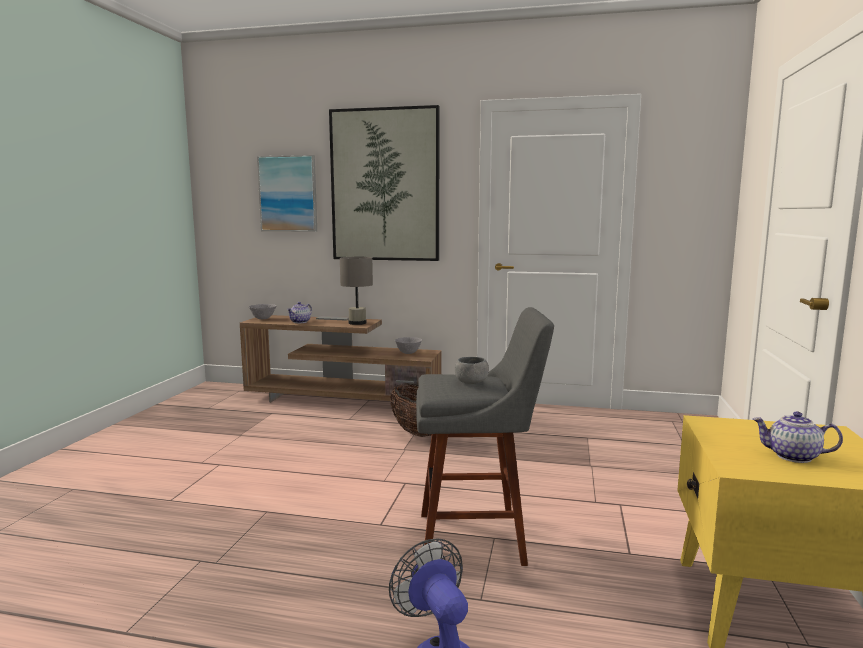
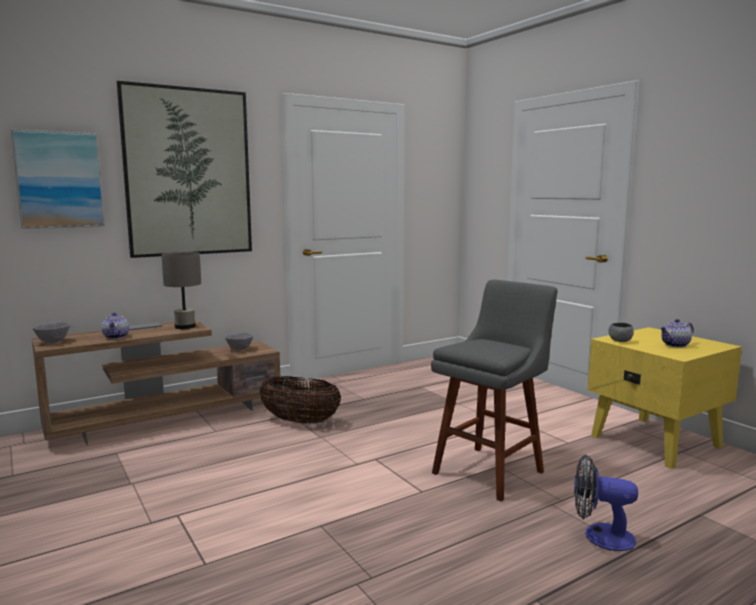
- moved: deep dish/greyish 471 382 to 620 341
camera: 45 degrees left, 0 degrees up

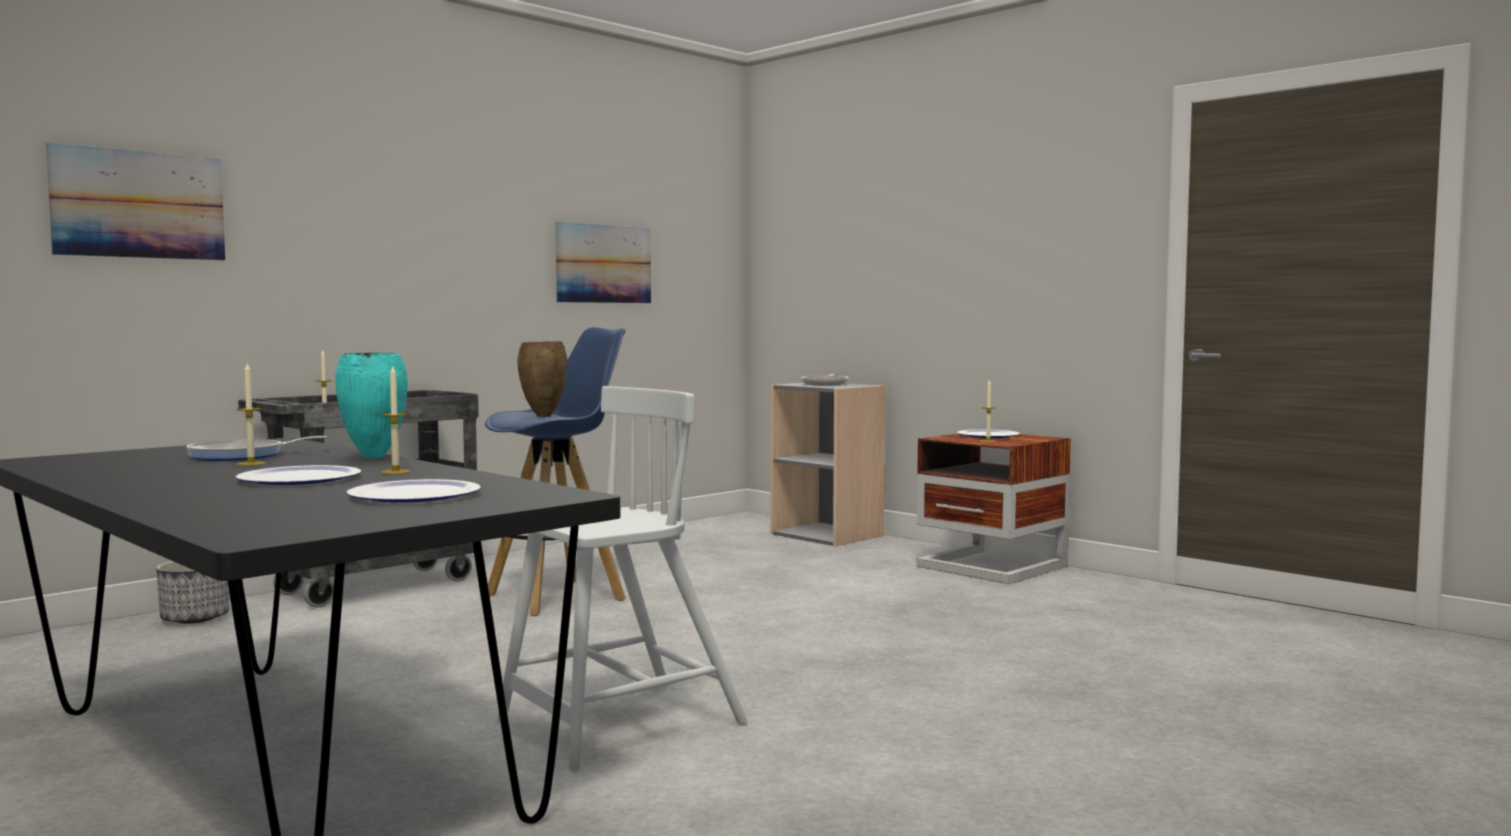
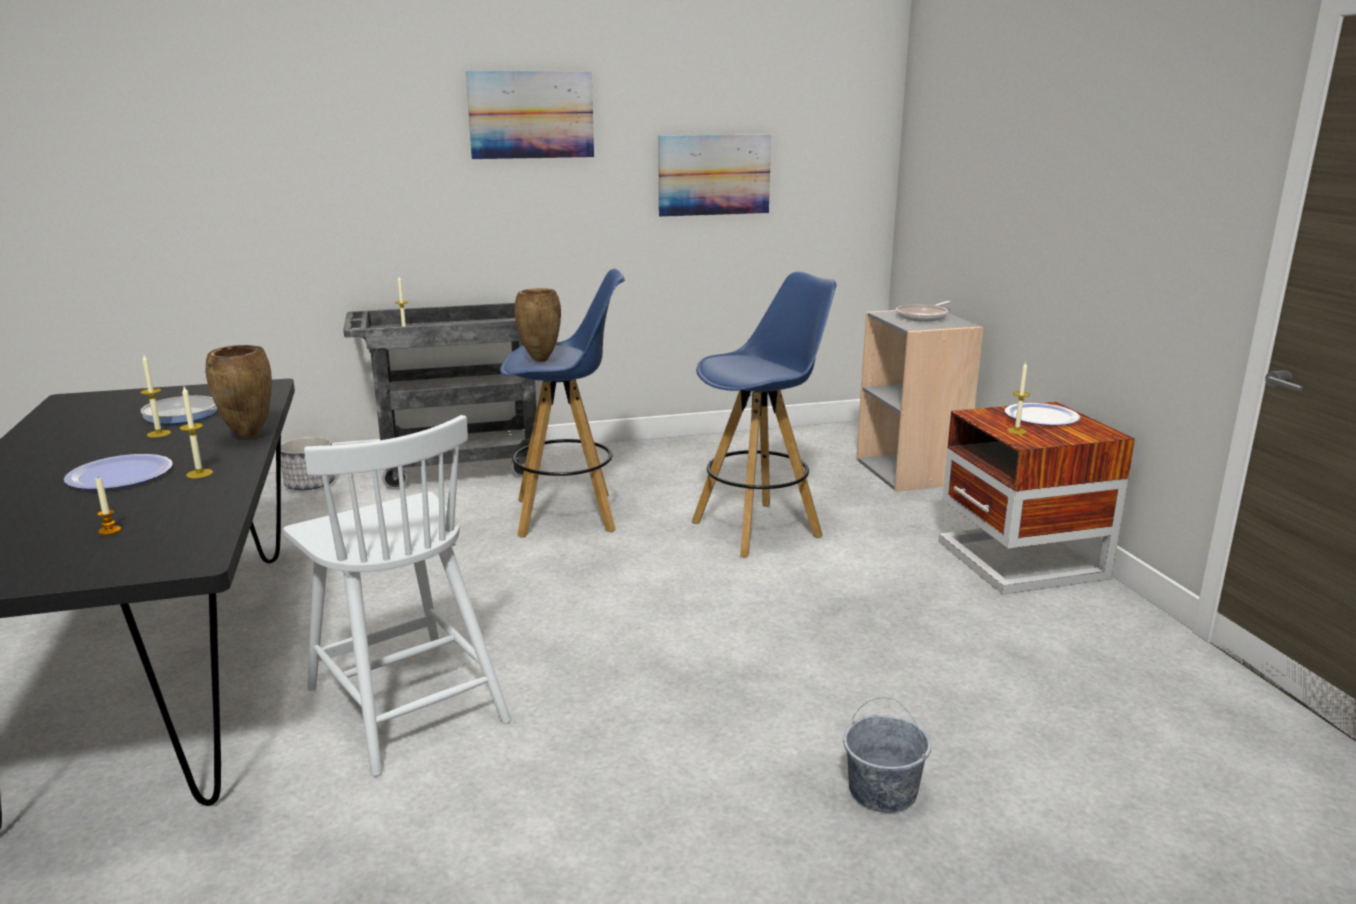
- replaced: flat dish 415 495 to wax light 109 531
- recoloured: decorative vase/turquoise 375 458 to decorative vase/brown 248 437
- turned: plain chair/whitish 618 724 = 405 702 60 degrees clockwise
- moved: picture 139 204 to 531 115
- added: sitting stool/blue-coloured 759 529
- added: pail/greyish 882 790
camera: 30 degrees right, 15 degrees up

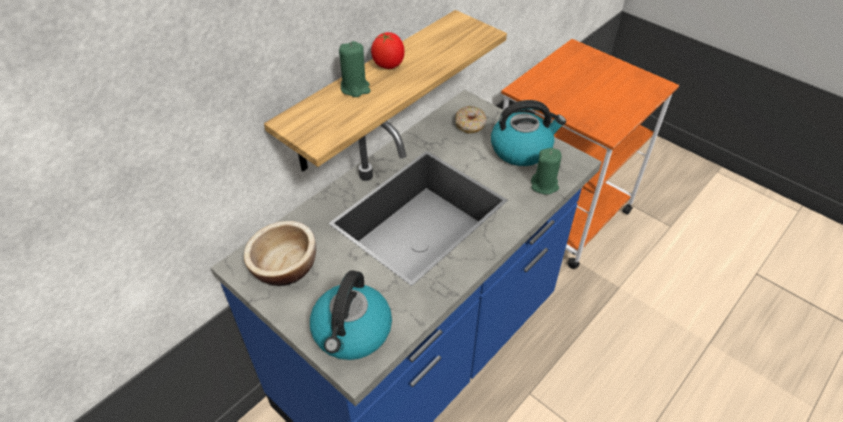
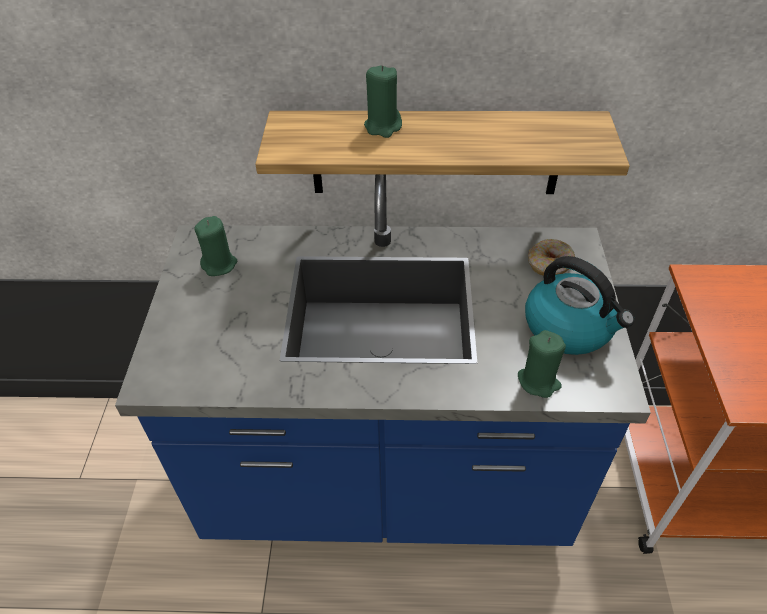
- replaced: deep dish 285 267 to wax light/greenish 219 264
- removed: water kettle 352 332
- removed: tomato 388 64
camera: 50 degrees right, 0 degrees up

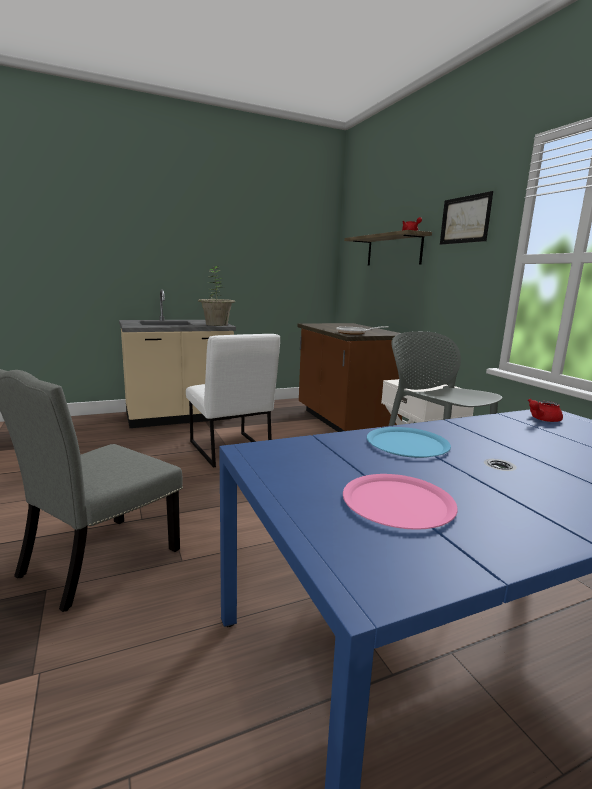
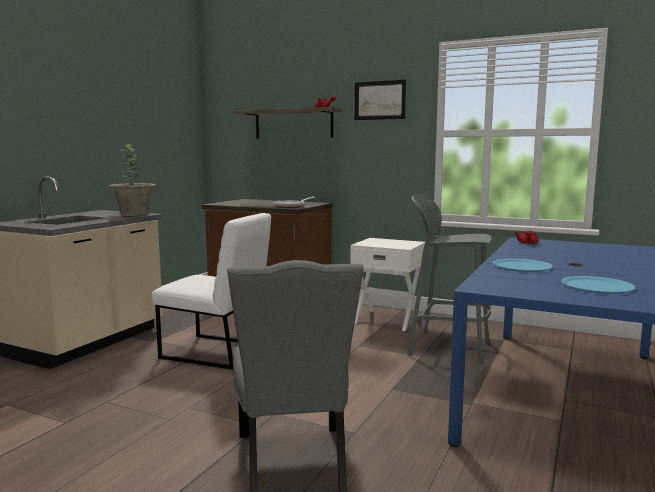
- recoloured: flat dish/pink 398 502 to flat dish/blue-coloured 596 286
camera: 40 degrees left, 5 degrees down

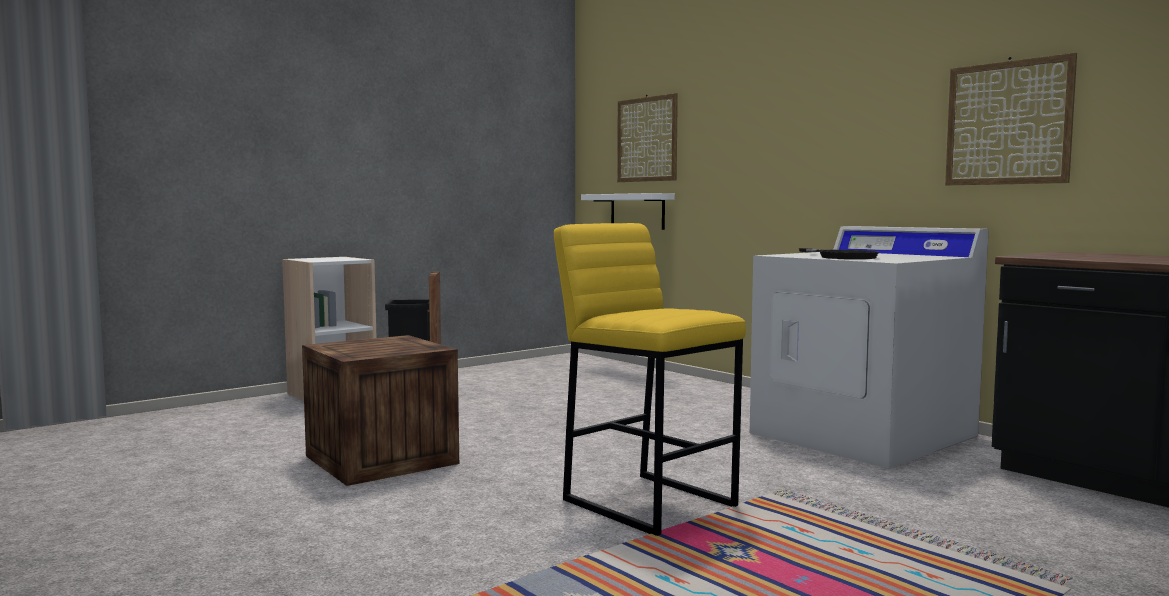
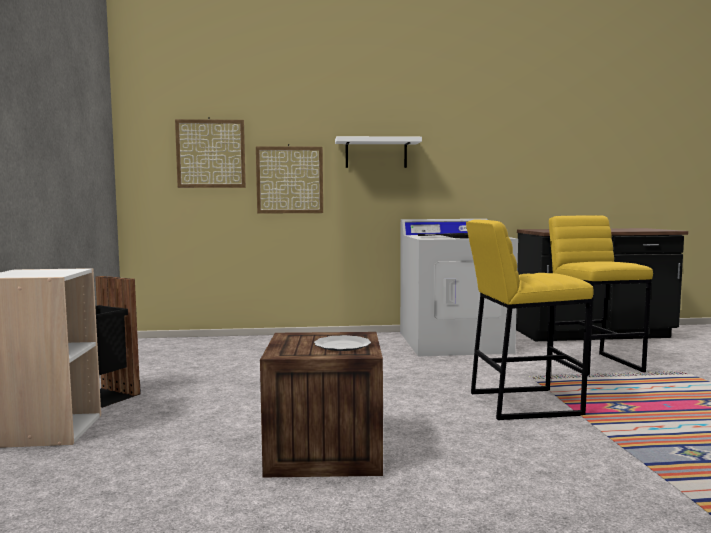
- moved: picture 1008 121 to 289 179
- added: flat dish 342 346
- moved: bracket shelf/whitish 637 211 to 376 153
- added: sitting stool/yellowish 593 363
camera: 55 degrees left, 0 degrees up

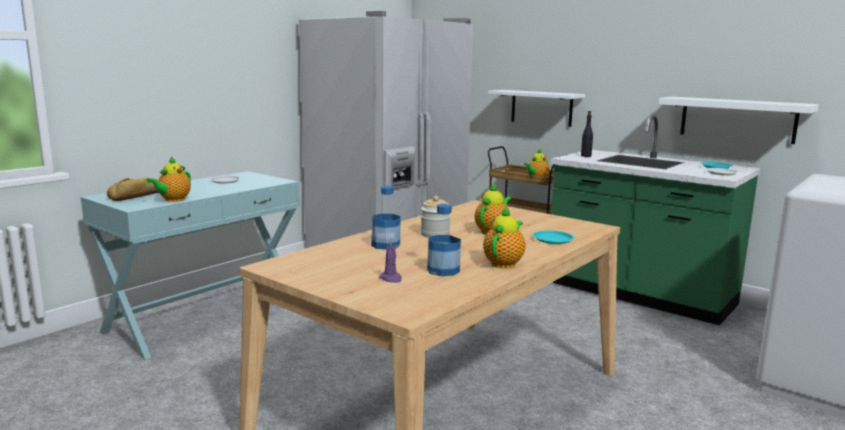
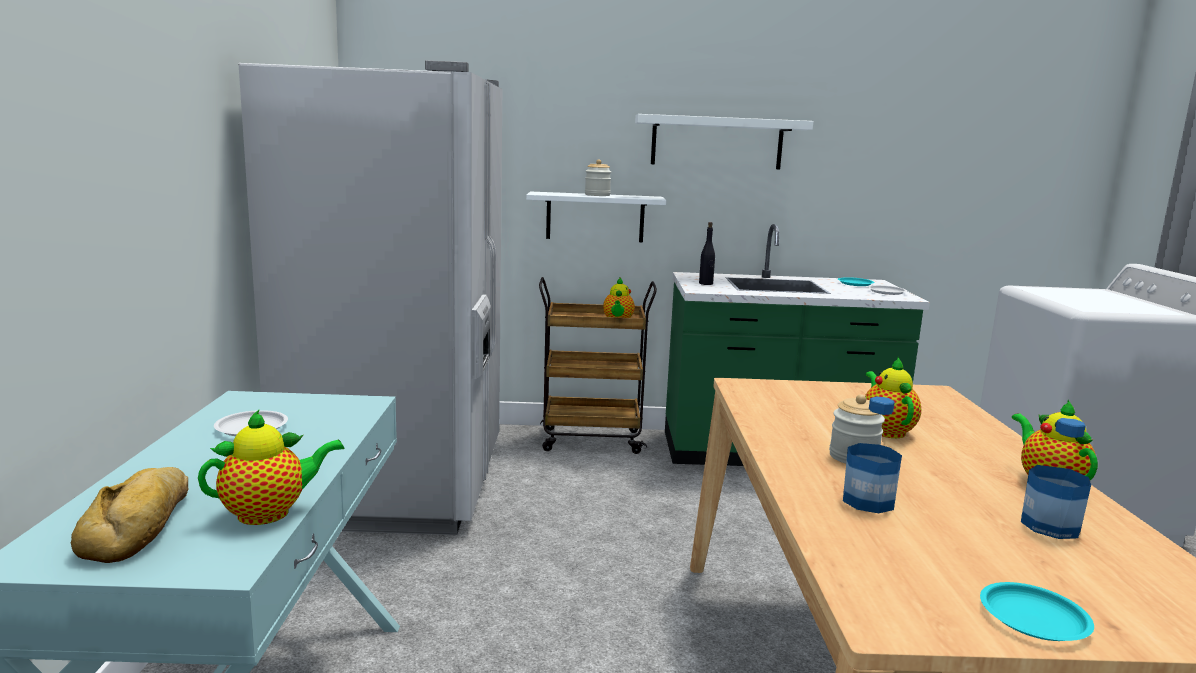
- turned: pot for tea 173 200 = 270 513 105 degrees counterclockwise
- added: preserve jar 597 195
- moved: bracket shelf/whitish 737 119 to 717 142
- moved: flat dish/turquoise 553 240 to 1034 618
- removed: wax light/purple-coloured 391 279
camera: 40 degrees left, 0 degrees up

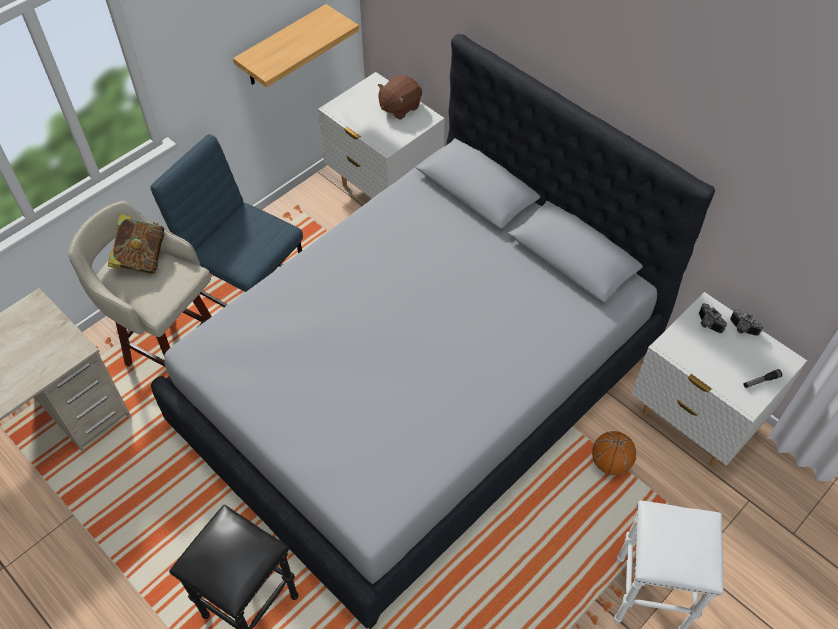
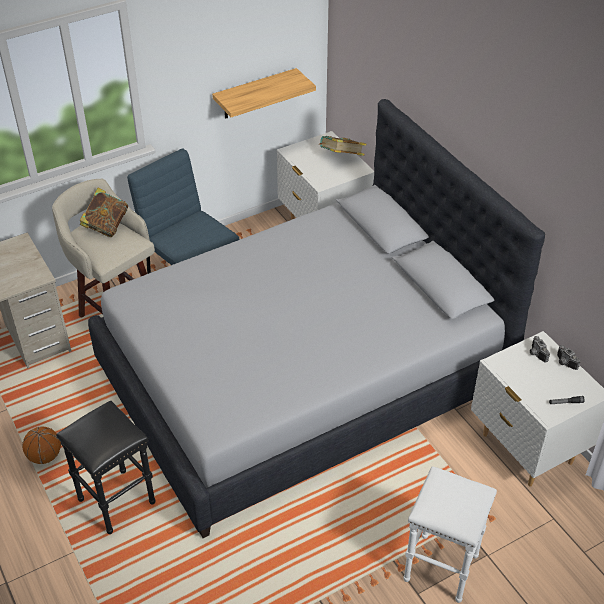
- moved: basketball ball 610 463 to 45 456
- replaced: soft toy/brown 399 107 to bound book 341 158
camera: 15 degrees right, 10 degrees down

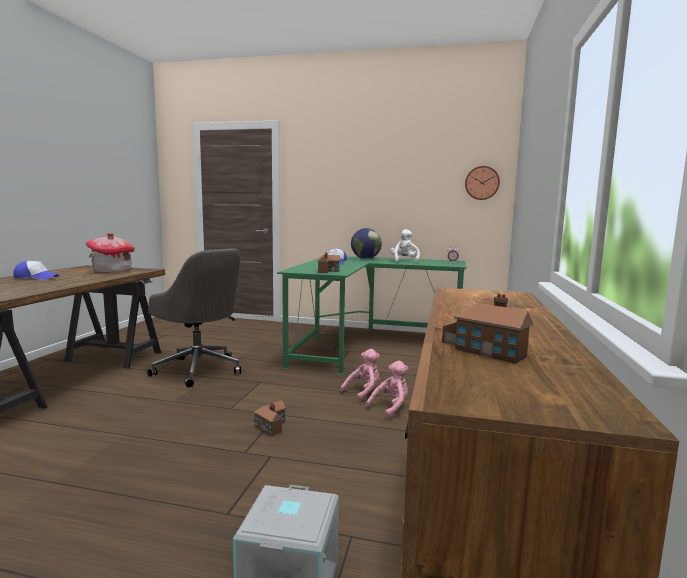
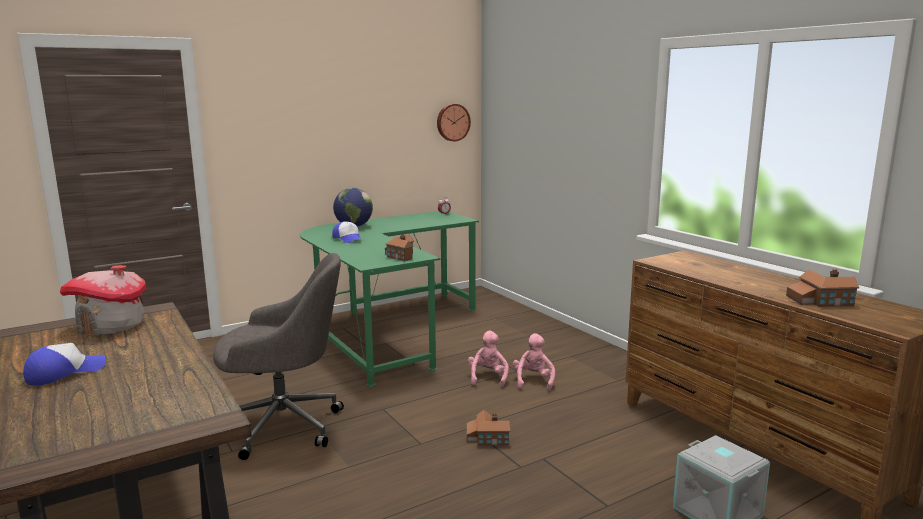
- removed: soft toy/whitish 404 261
camera: 45 degrees left, 5 degrees up

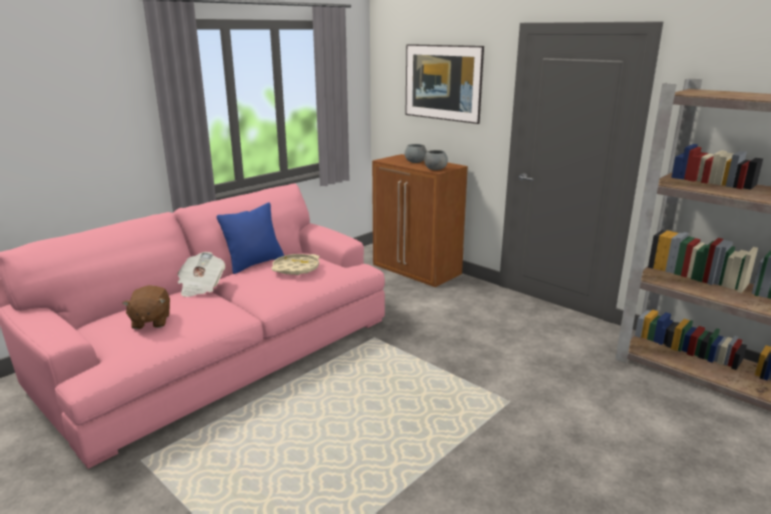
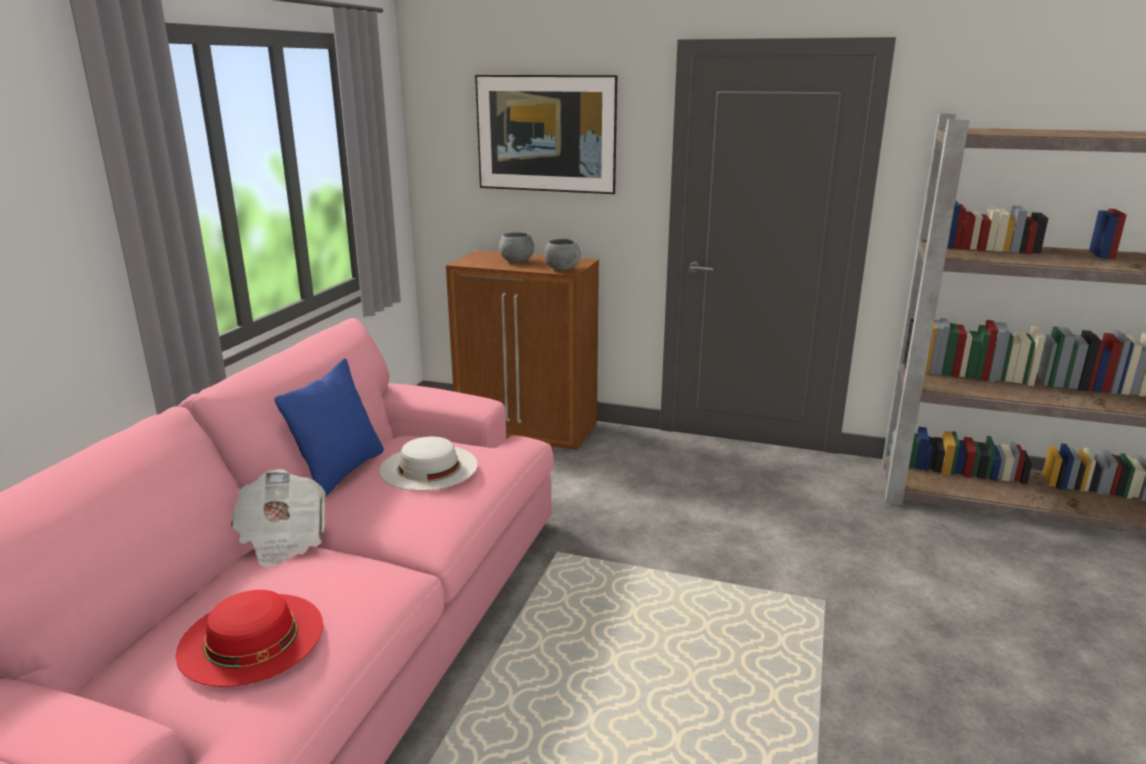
- replaced: soft toy/brown 151 321 to hat/red-coloured 251 637
- replaced: serving tray/beige-coloured 296 268 to hat/whitish 429 467
camera: 25 degrees left, 0 degrees up

